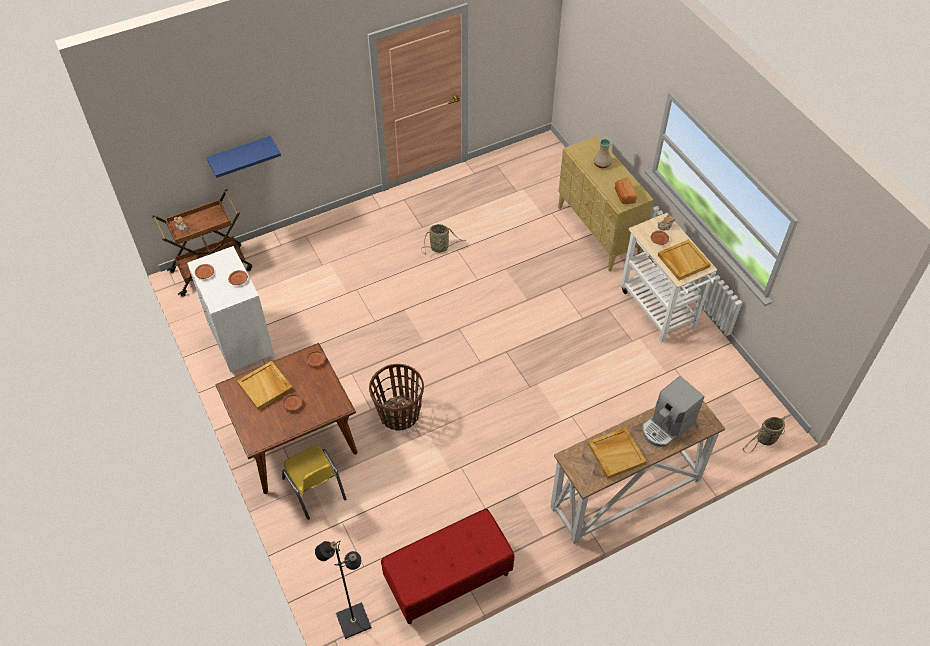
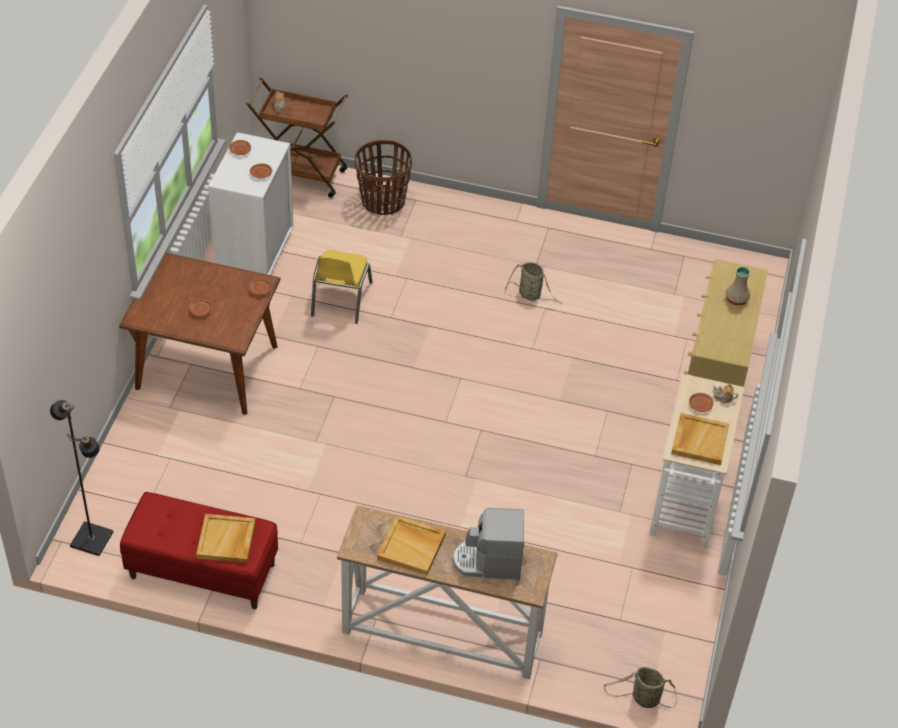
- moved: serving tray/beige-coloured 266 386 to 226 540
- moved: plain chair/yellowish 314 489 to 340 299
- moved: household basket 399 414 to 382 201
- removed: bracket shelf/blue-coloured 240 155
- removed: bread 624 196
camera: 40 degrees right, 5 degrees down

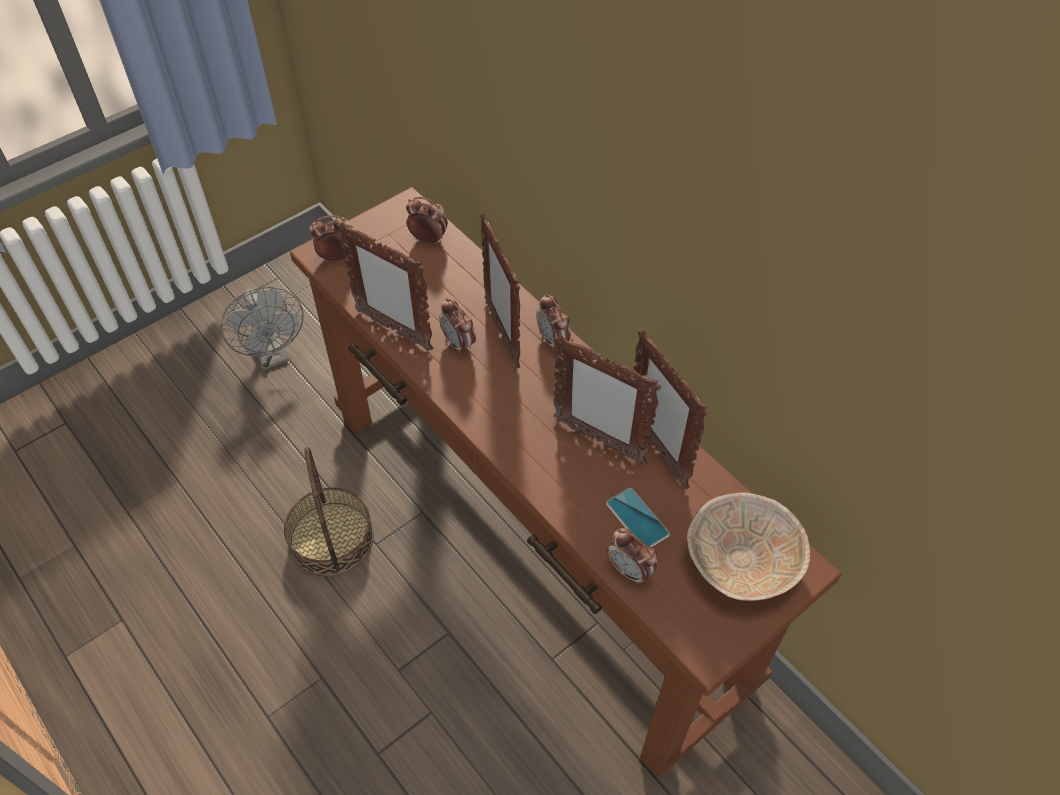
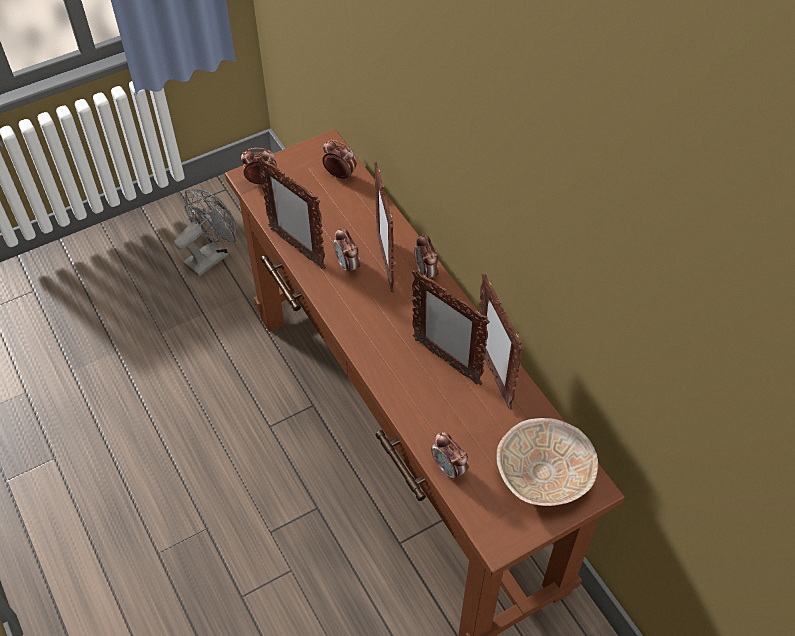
- turned: electric fan/greyish 273 356 = 211 256 120 degrees counterclockwise
- removed: household basket 332 538
- removed: telephone 637 519
camera: 10 degrees right, 0 degrees up

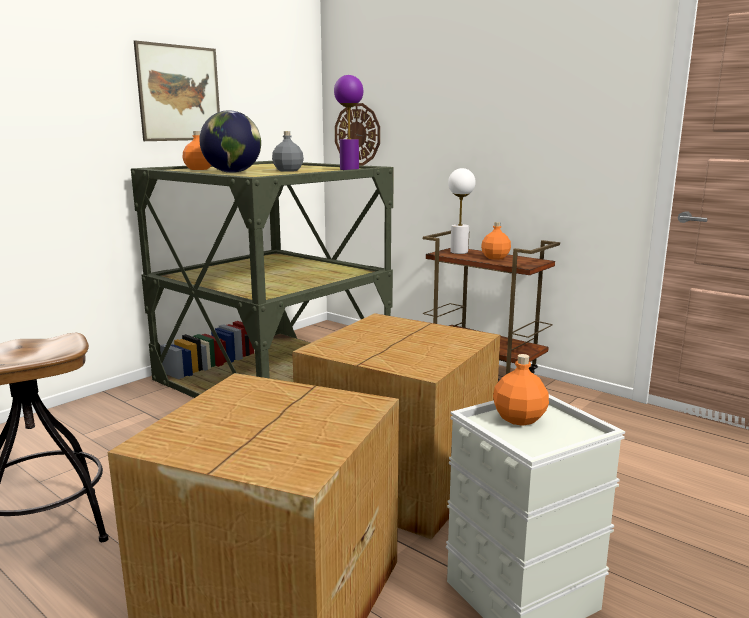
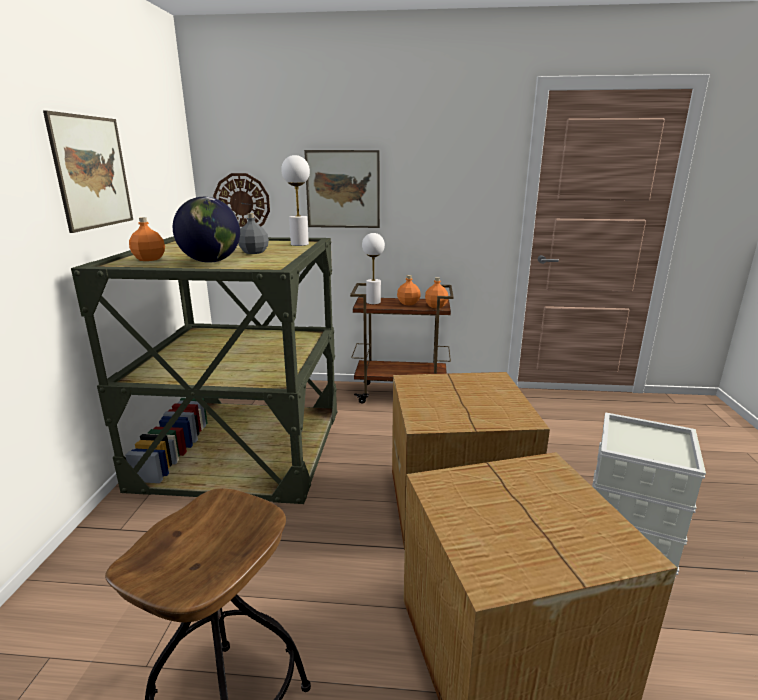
- recoloured: table lamp/purple-coloured 349 169 to table lamp/whitish 299 244
- added: picture 343 189
- moved: beverage bottle/orangey 520 418 to 436 306
camera: 35 degrees left, 5 degrees up

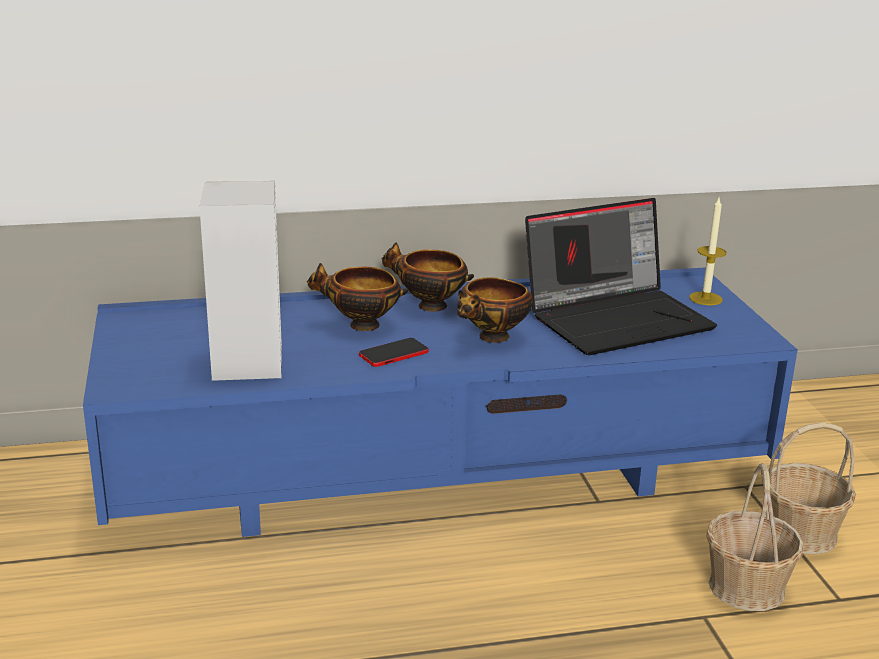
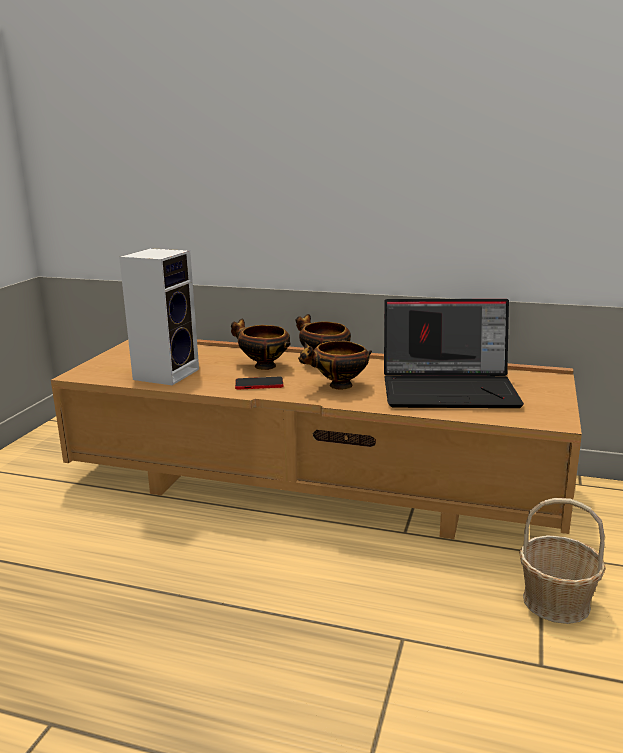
- recoloured: tv unit/blue-coloured 437 464 to tv unit/brown 315 480
- removed: wax light 705 298
- removed: household basket 746 587
camera: 30 degrees right, 5 degrees down

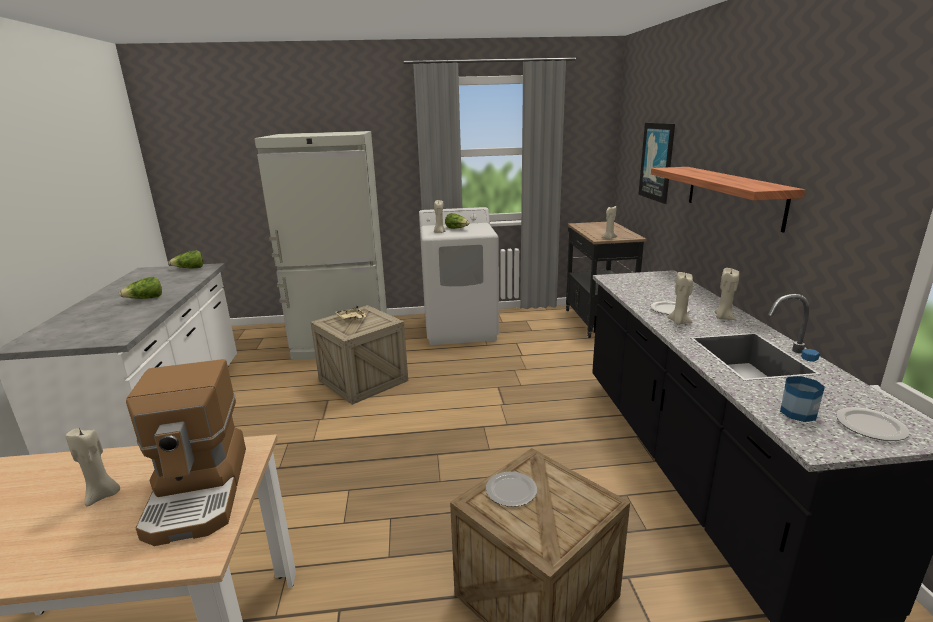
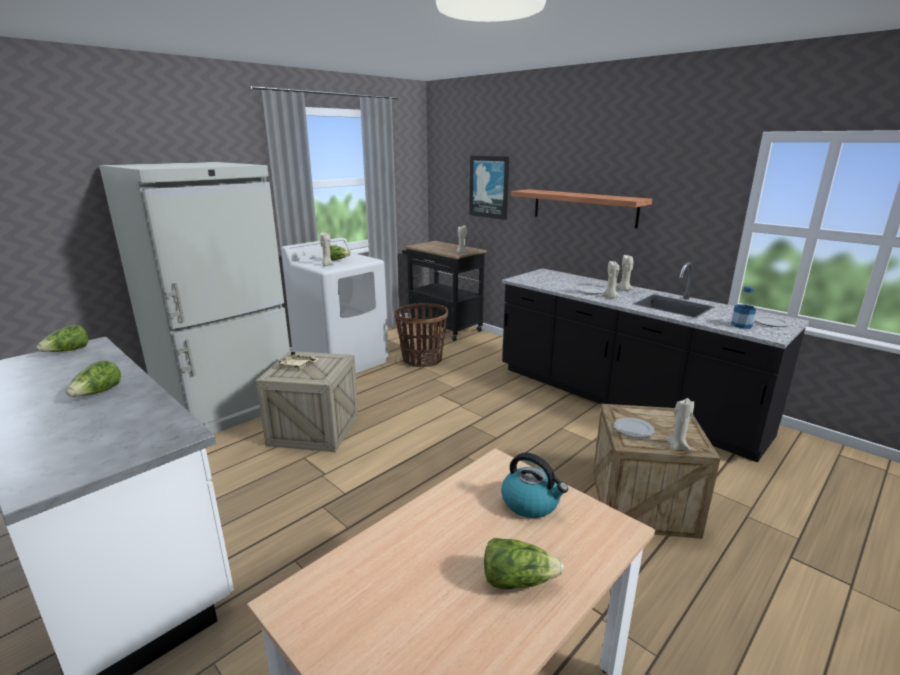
- added: household basket 422 360
- added: head of lettuce 517 580
- replaced: coffee brewer 200 491 to water kettle 531 503
- moved: wax light/beige-coloured 103 495 to 677 446
camera: 40 degrees left, 0 degrees up

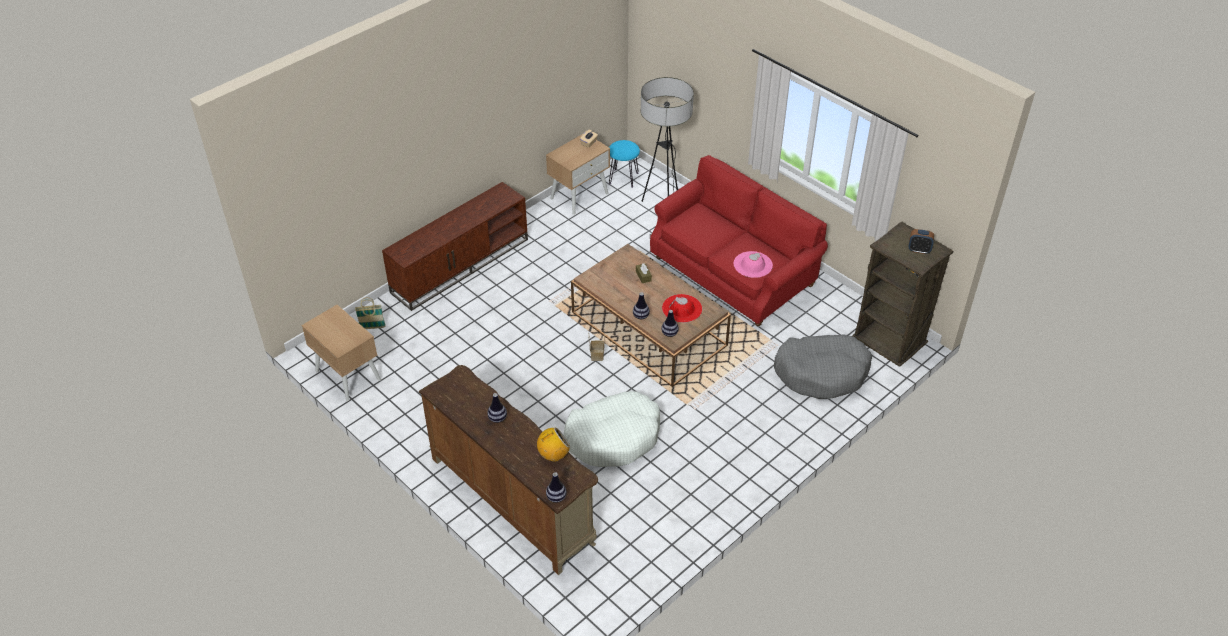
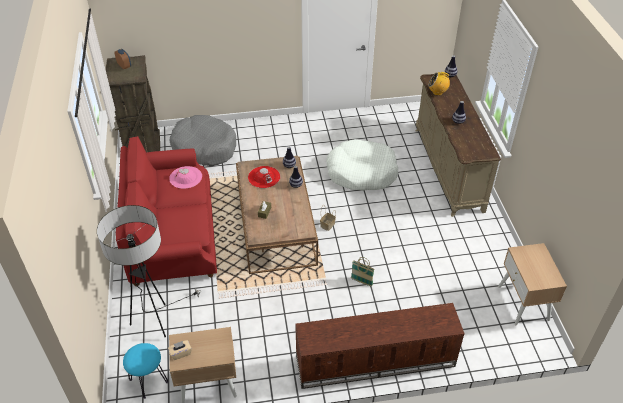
- moved: household basket 372 327 to 361 281
camera: 145 degrees left, 0 degrees up

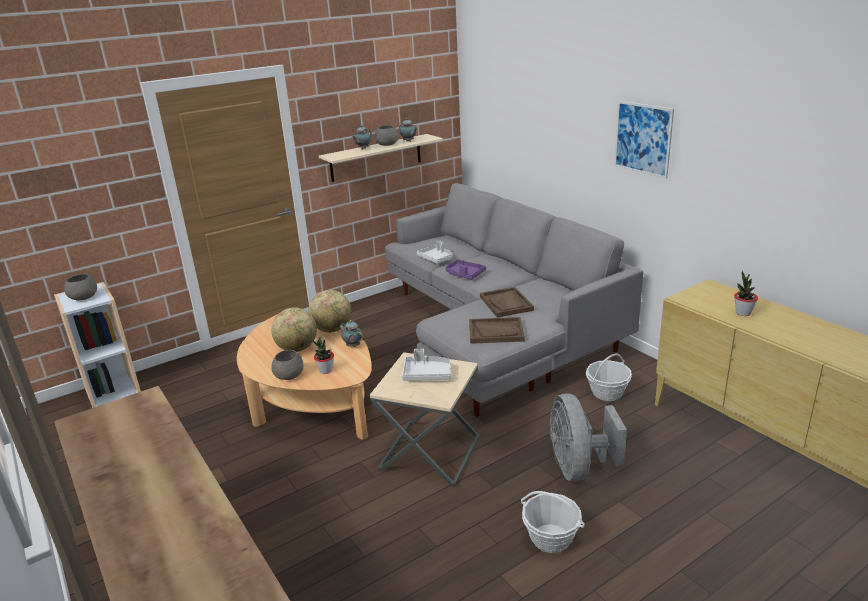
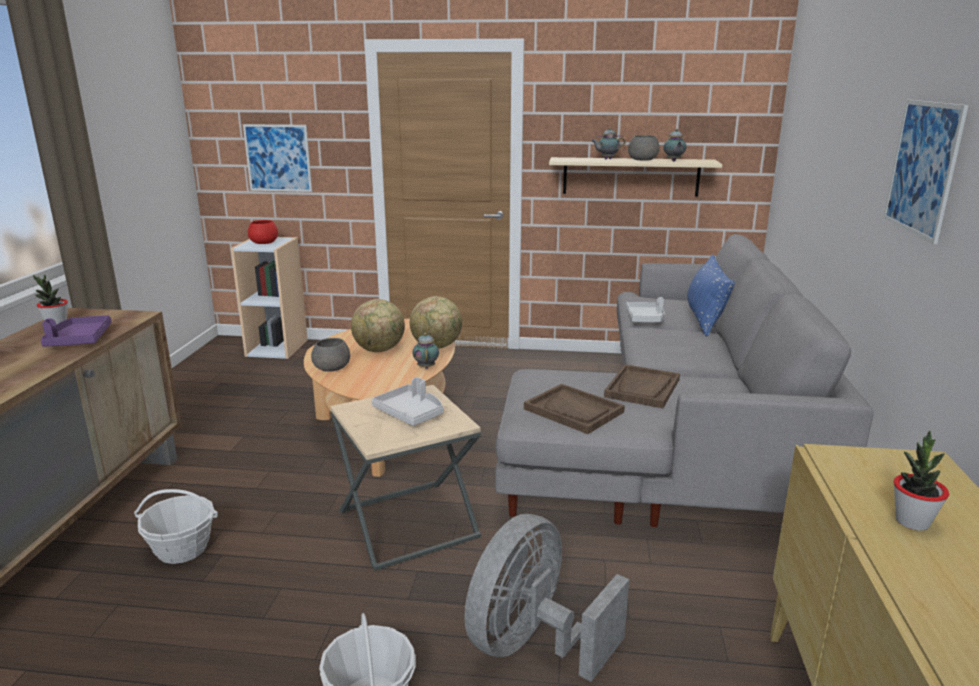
- moved: plant in a pot 325 370 to 57 325
- moved: serving tray/purple-coloured 464 274 to 79 340
- moved: household basket 607 393 to 182 549
- added: picture 278 158
- recoloured: deep dish/greyish 84 297 to deep dish/red-coloured 264 242
- added: throw pillow/blue-coloured 705 319
camera: 40 degrees right, 5 degrees down

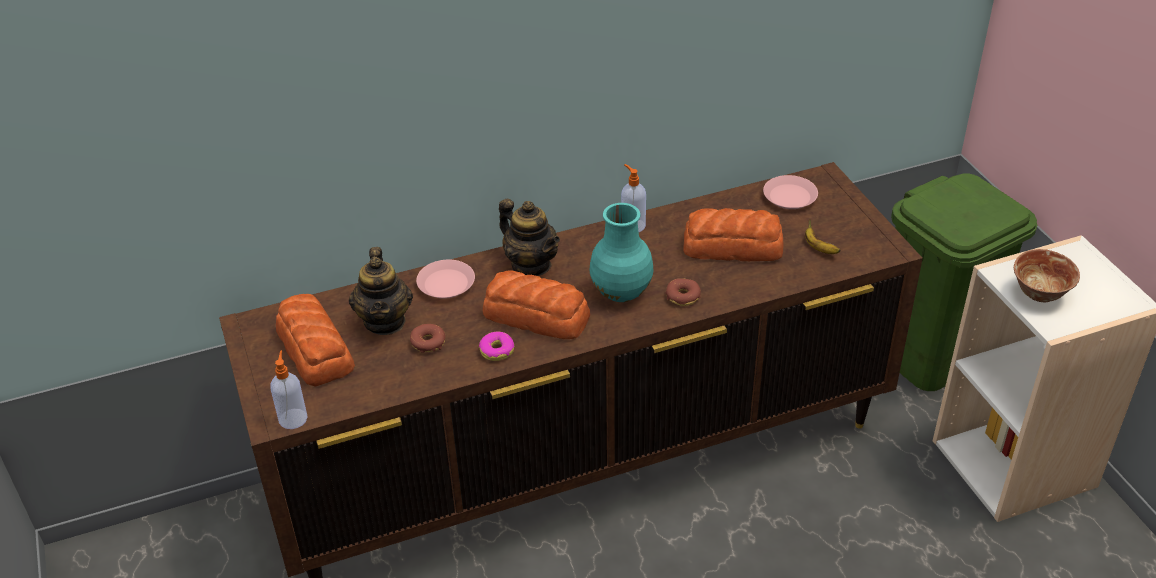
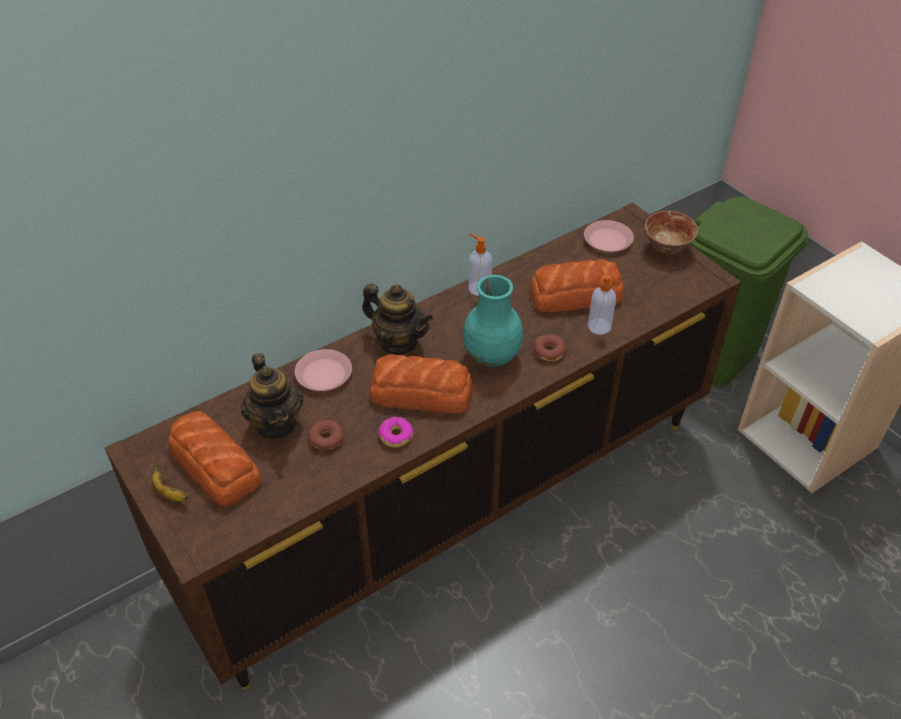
- moved: banana 819 248 to 169 493
- moved: liquid soap bottle 293 418 to 599 326
- moved: deep dish 1040 294 to 667 247
camera: 15 degrees left, 5 degrees up

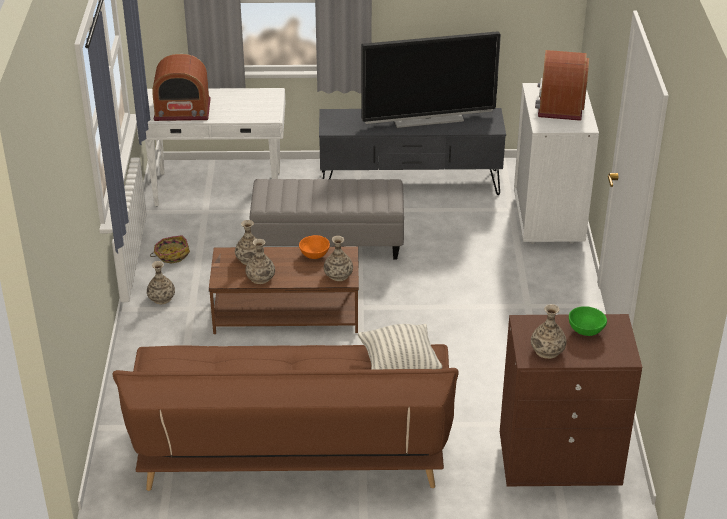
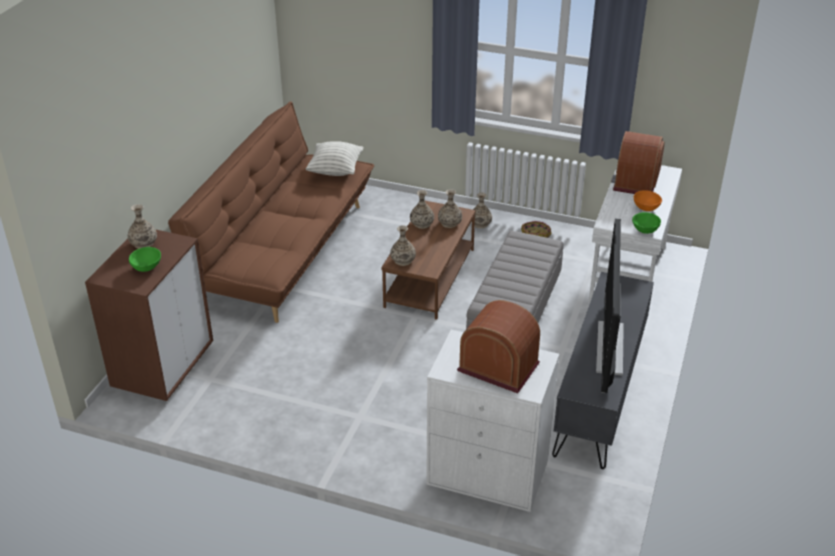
- moved: throw pillow 399 365 to 335 170
- added: deep dish/greenish 644 230
- moved: deep dish/orangey 314 255 to 646 208
camera: 110 degrees right, 0 degrees up

